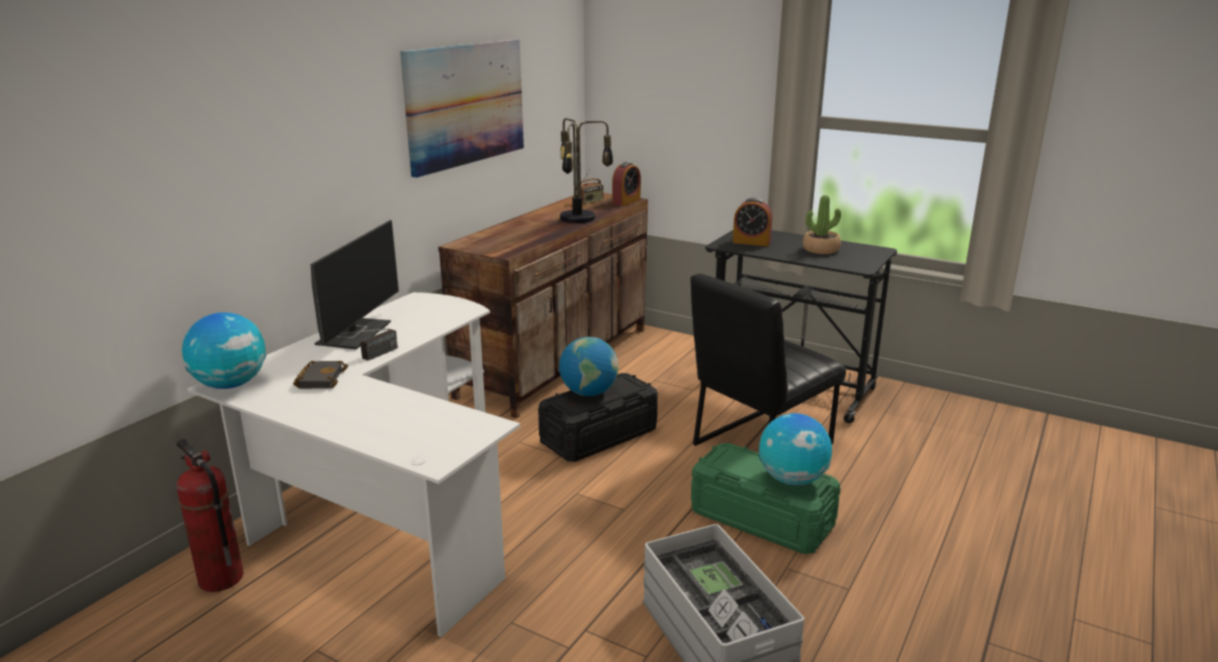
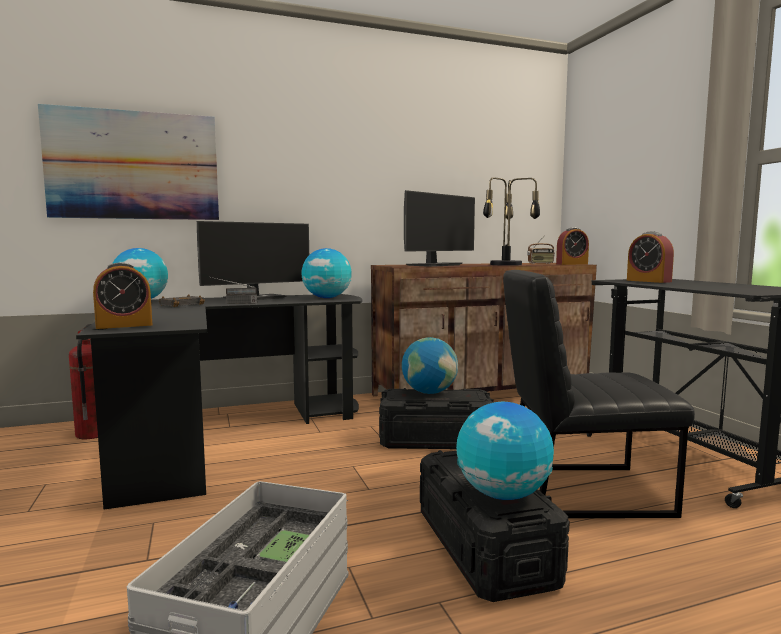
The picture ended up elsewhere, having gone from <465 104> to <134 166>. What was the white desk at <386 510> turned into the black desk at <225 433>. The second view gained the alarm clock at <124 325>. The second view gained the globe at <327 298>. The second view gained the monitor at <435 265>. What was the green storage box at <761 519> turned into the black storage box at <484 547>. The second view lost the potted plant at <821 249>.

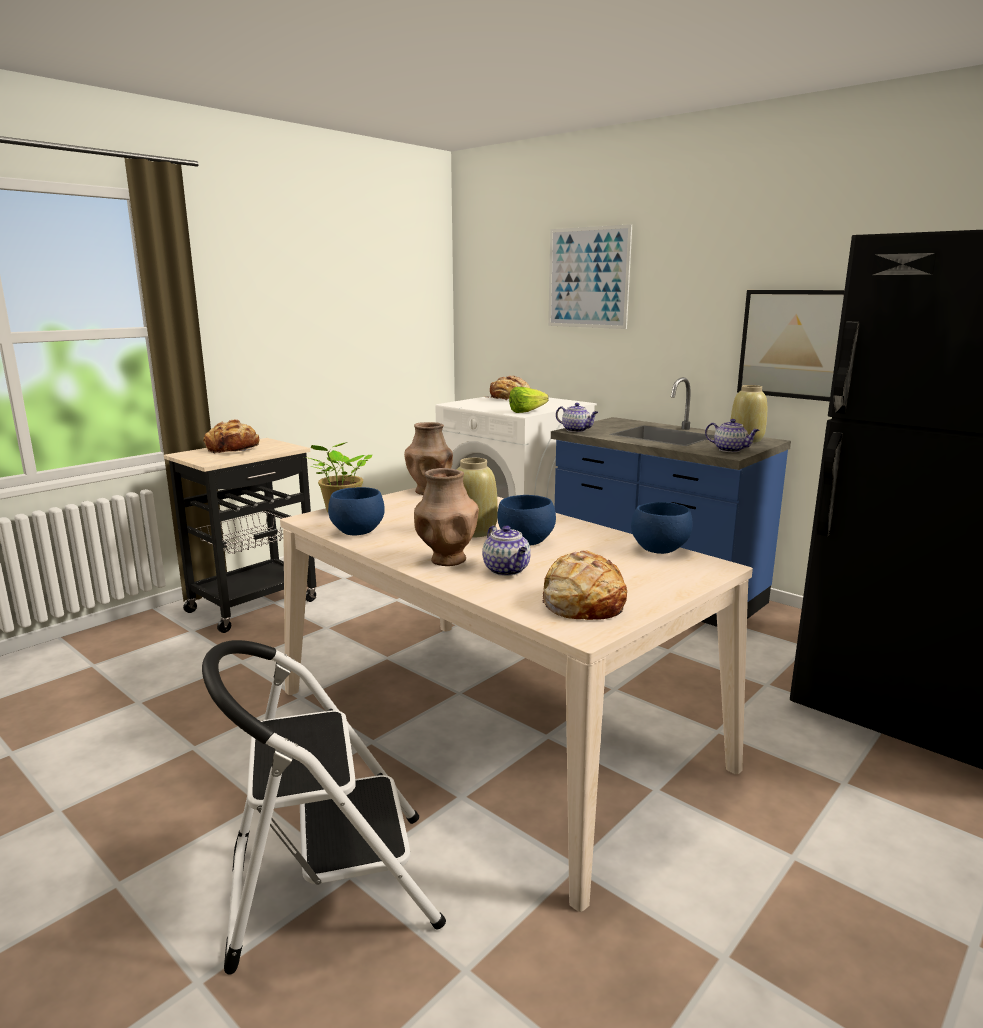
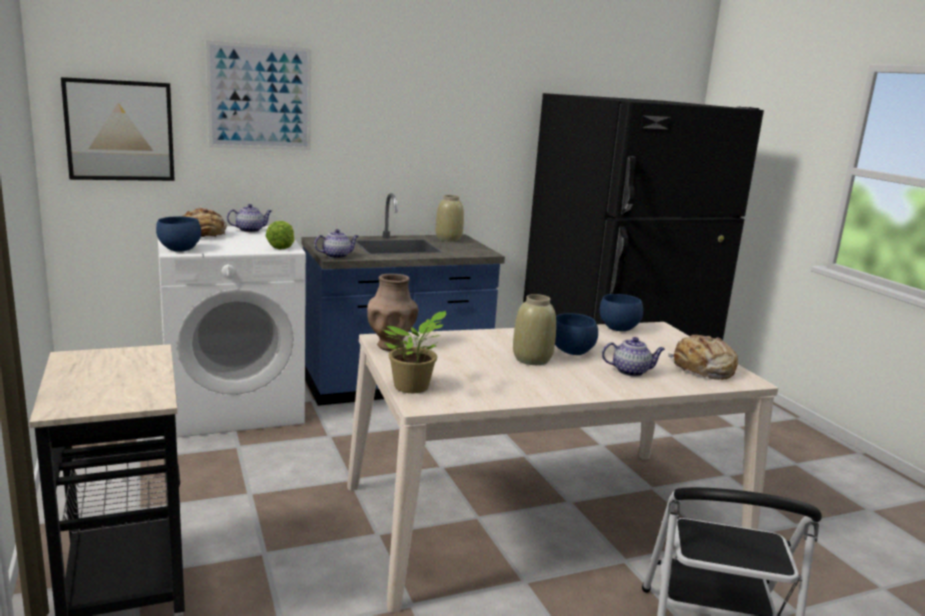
The picture ended up elsewhere, having gone from <794 344> to <120 130>. The blue bowl ended up elsewhere, having gone from <356 532> to <179 250>. The teapot ended up elsewhere, having gone from <730 450> to <250 230>. The second view lost the bread at <233 449>. The second view lost the brown vase at <447 560>.

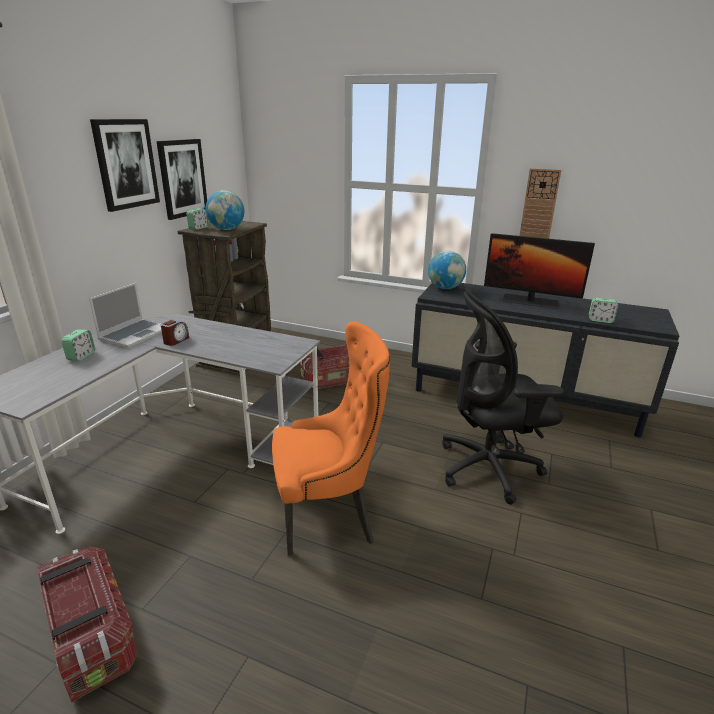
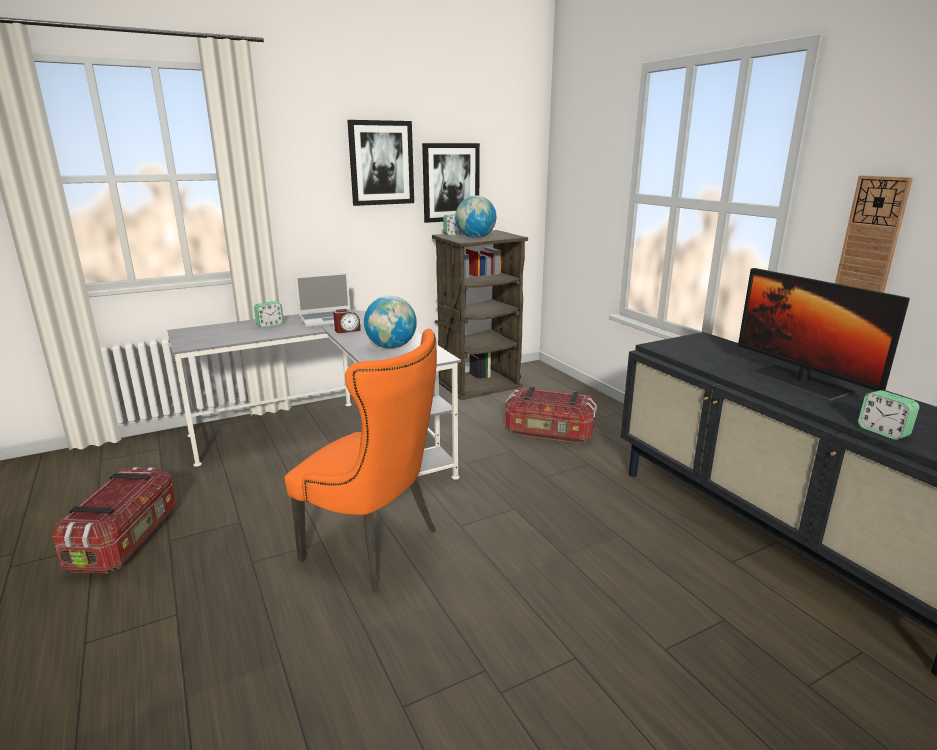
The globe ended up elsewhere, having gone from <445 288> to <391 347>. The second view lost the black office chair at <493 466>.

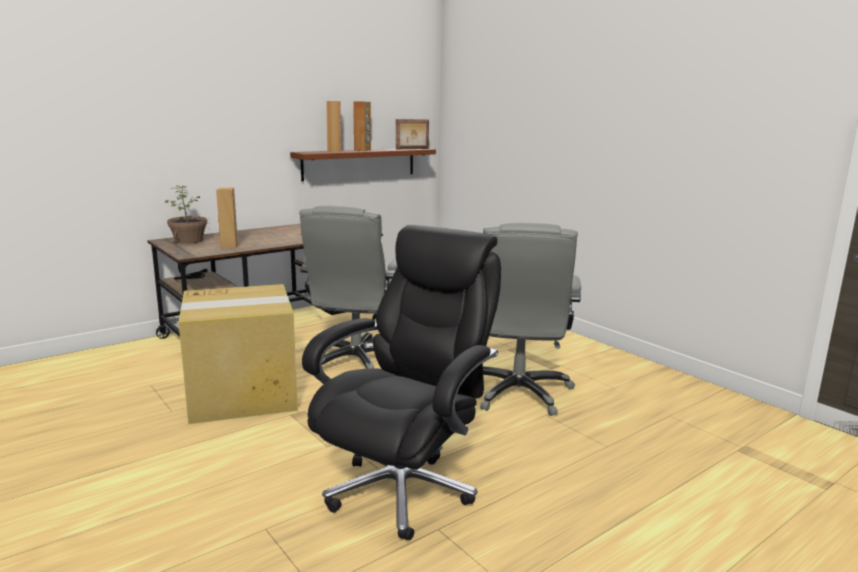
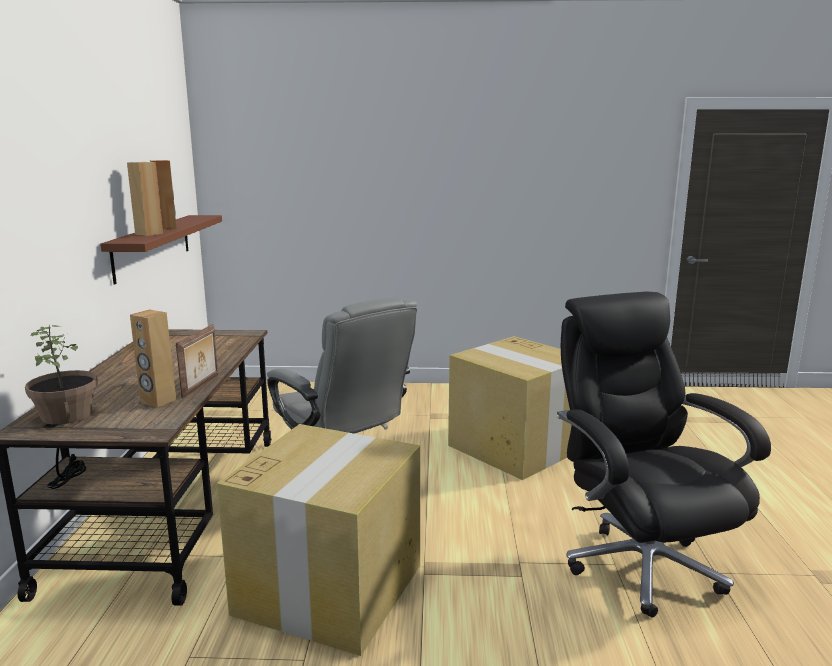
The picture frame ended up elsewhere, having gone from <412 149> to <201 386>. Where the grey office chair stood at <518 391>, the cardboard box came to stand at <517 447>.

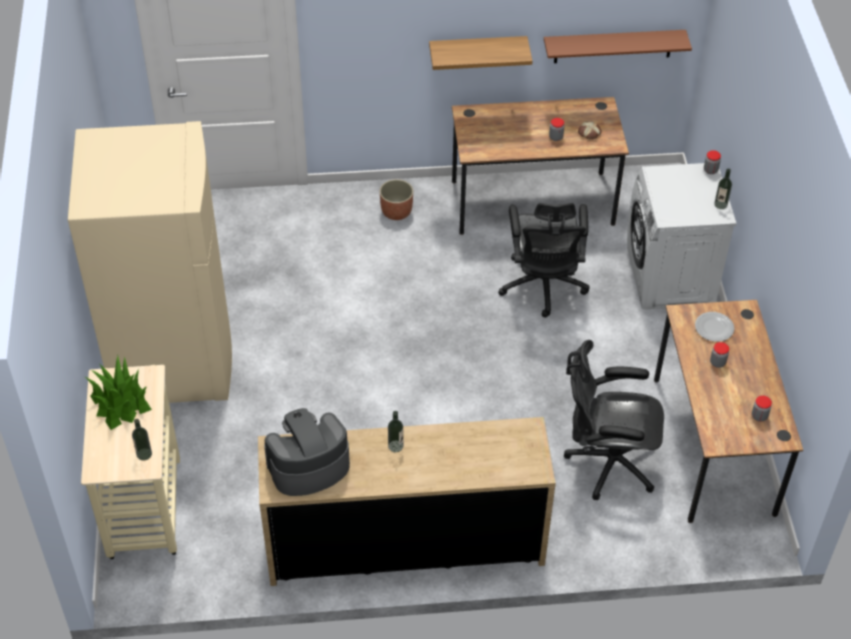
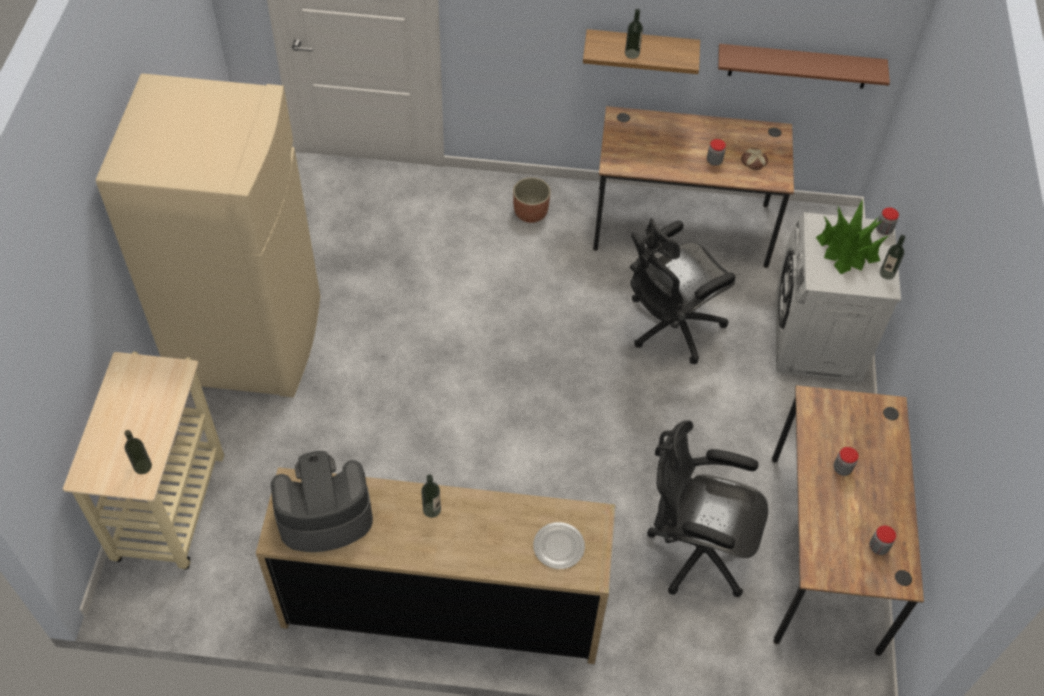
The plate ended up elsewhere, having gone from <714 328> to <559 547>. The second view gained the bottle at <632 53>. The office chair at <543 288> ended up facing another way, 45 degrees clockwise from before. The potted plant ended up elsewhere, having gone from <120 403> to <847 249>.

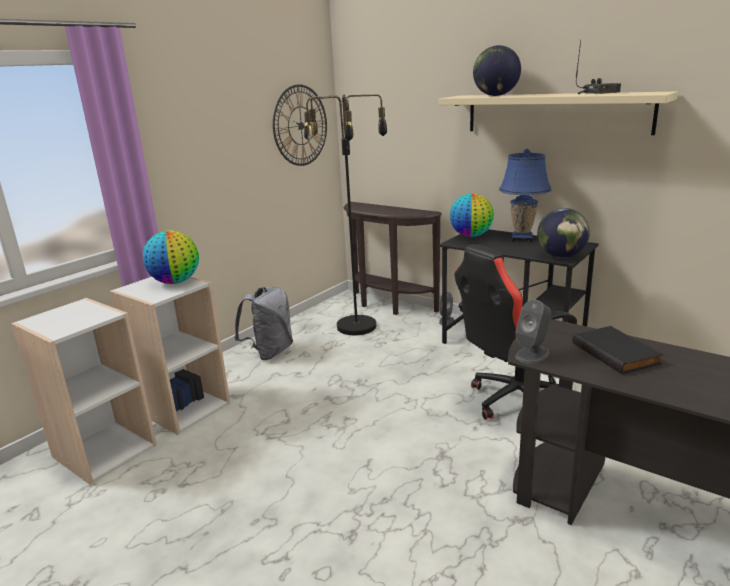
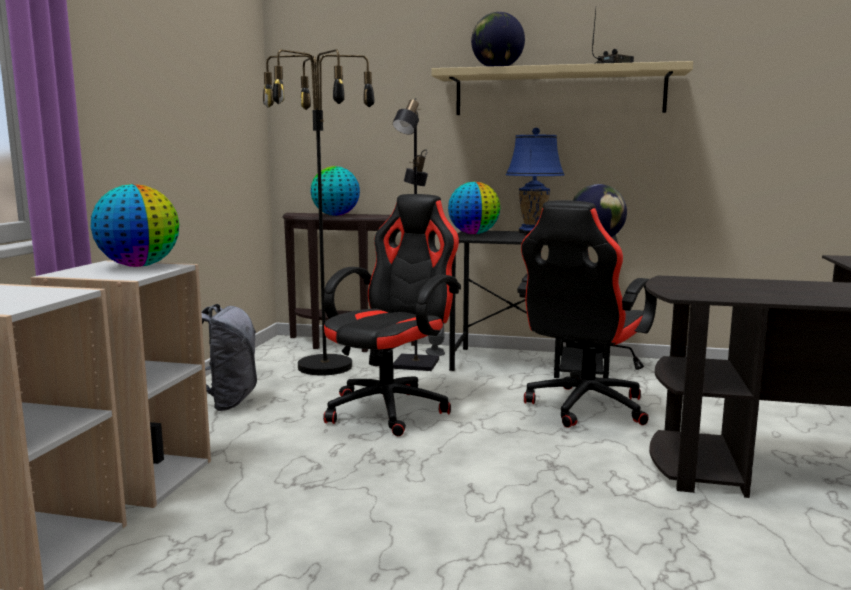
The second view gained the globe at <335 215>. The second view gained the black office chair at <392 408>. The second view gained the black floor lamp at <416 364>. The second view lost the wall clock at <300 125>. The second view lost the grey speaker at <532 354>. The second view lost the black book at <617 353>.

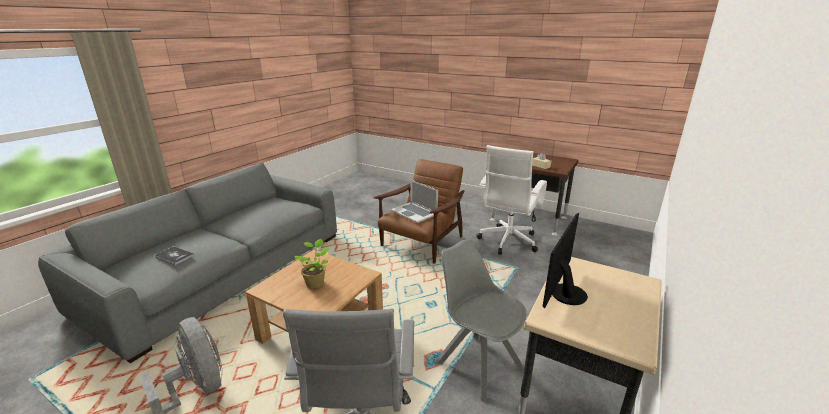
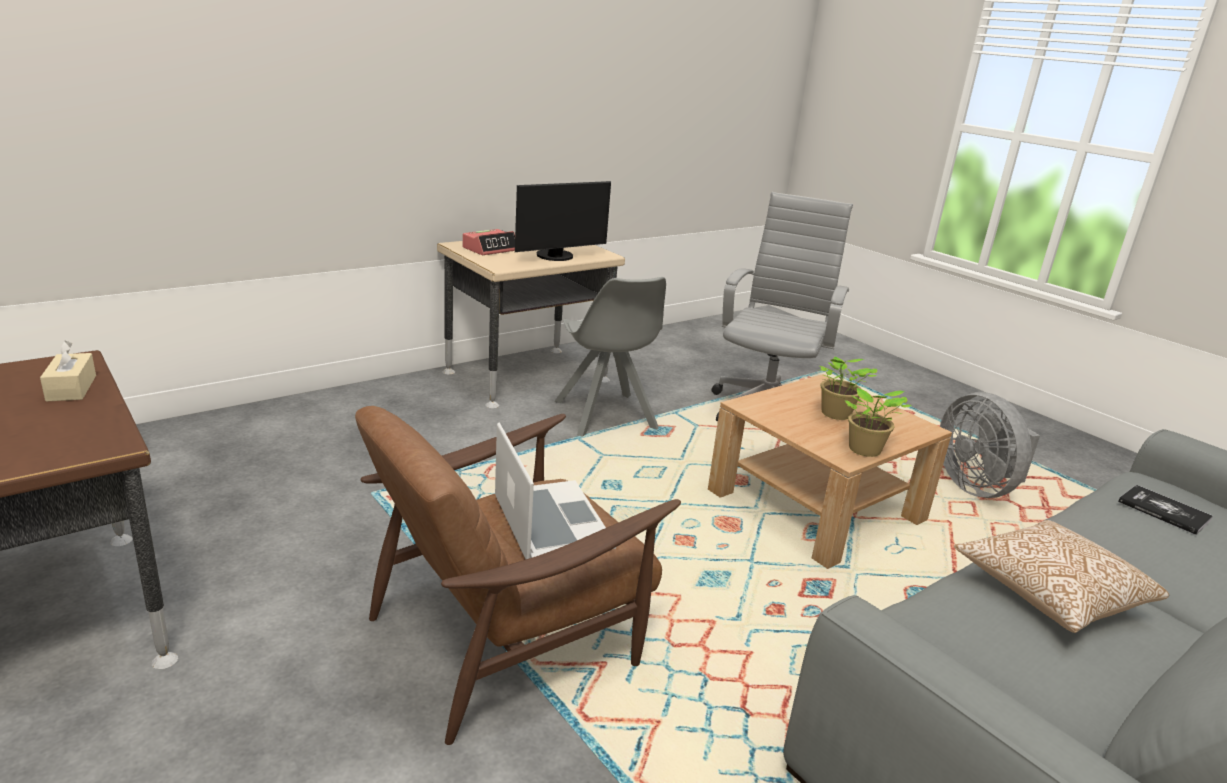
The second view gained the alarm clock at <490 249>. The second view gained the potted plant at <864 451>. The second view gained the pillow at <1050 594>. The second view lost the white office chair at <507 242>.

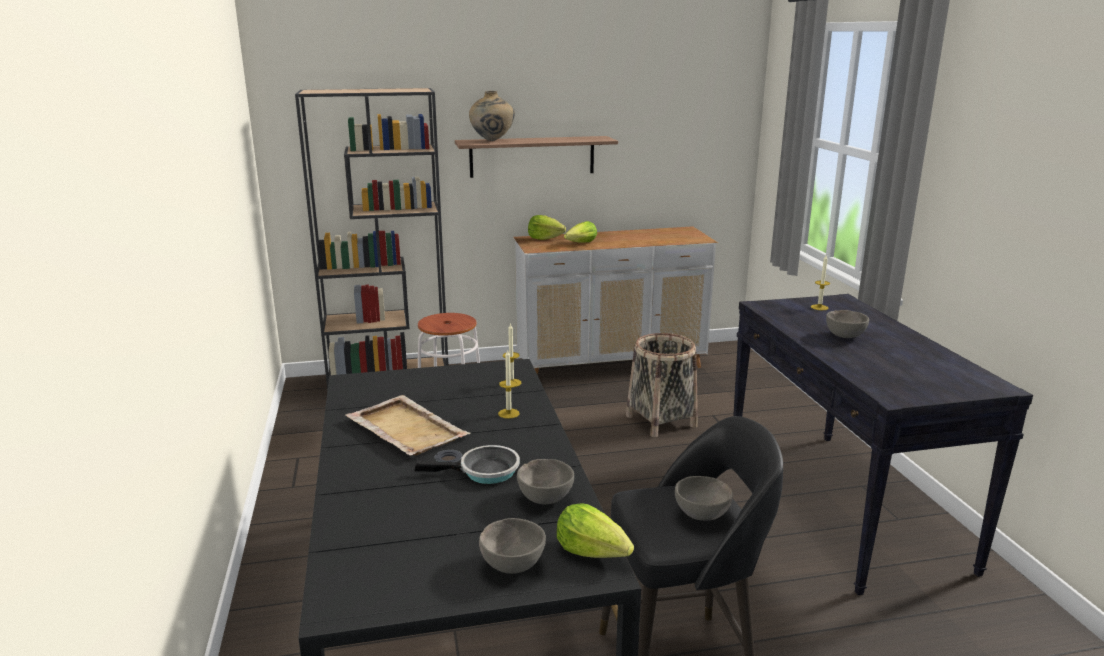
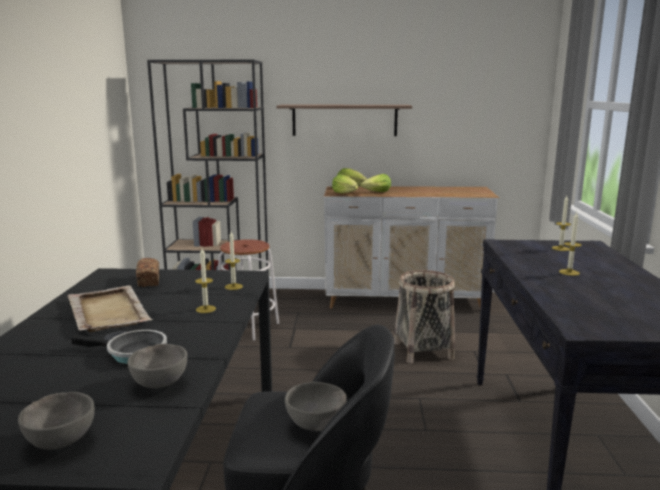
The second view gained the bread at <149 281>. The lettuce ended up elsewhere, having gone from <593 551> to <345 193>. Where the grey bowl stood at <845 336>, the candle came to stand at <569 272>. The second view lost the beige vase at <492 141>.

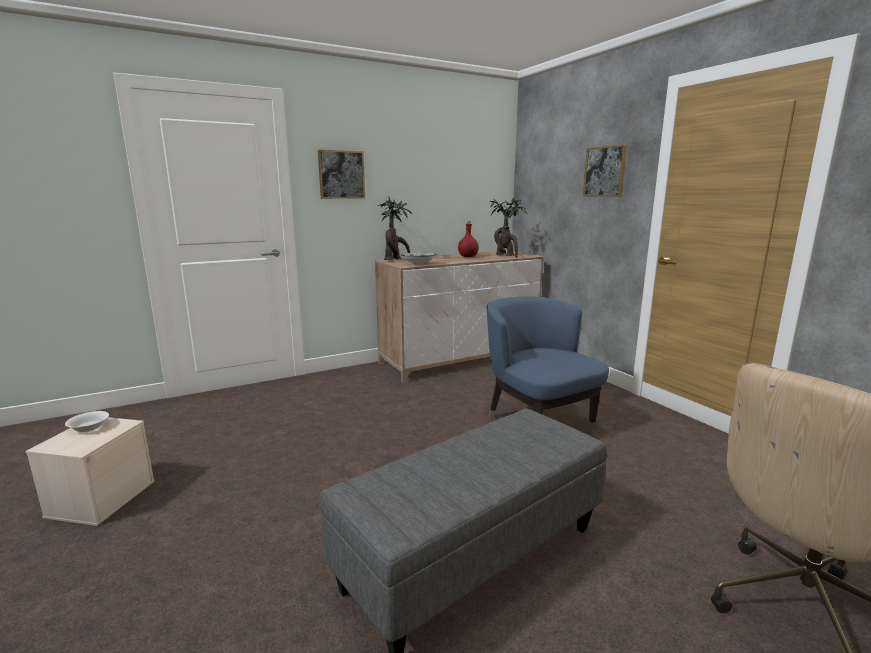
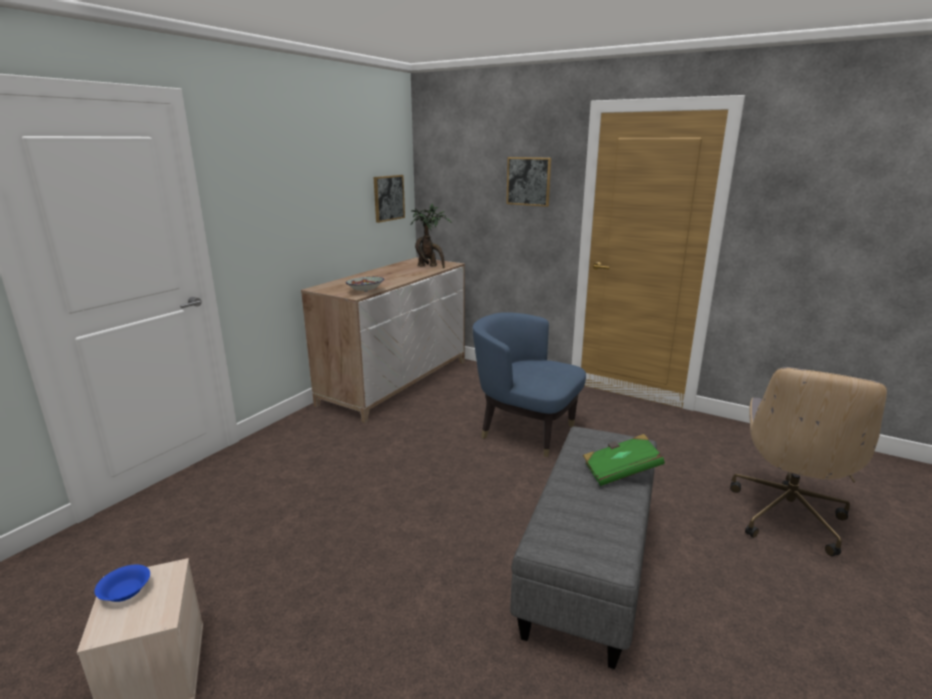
What was the white bowl at <88 428> turned into the blue bowl at <125 592>. The picture ended up elsewhere, having gone from <341 174> to <388 198>. The second view gained the green book at <620 472>. The second view lost the potted plant at <395 259>. The second view lost the red bottle at <468 256>.

